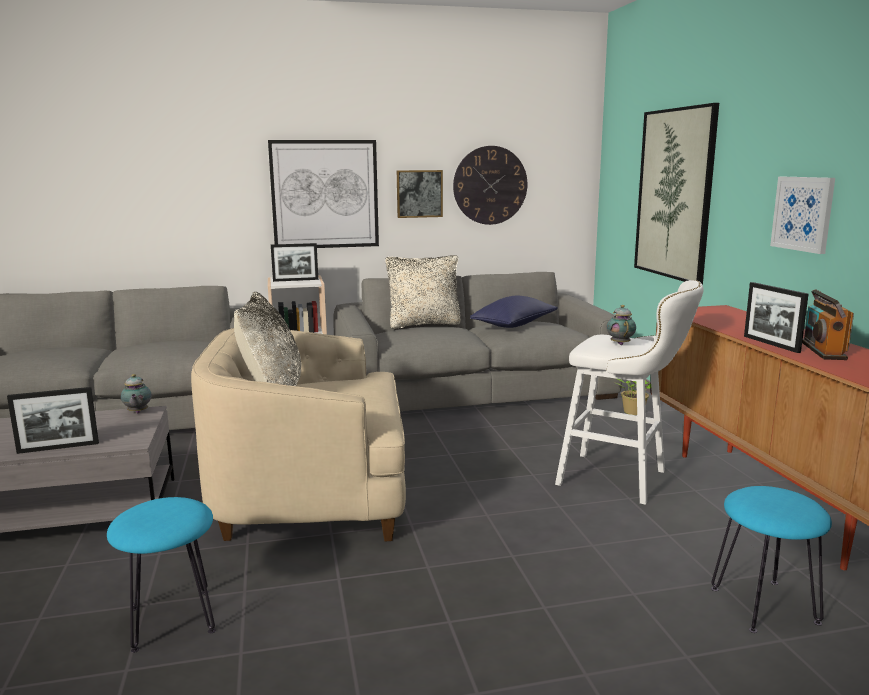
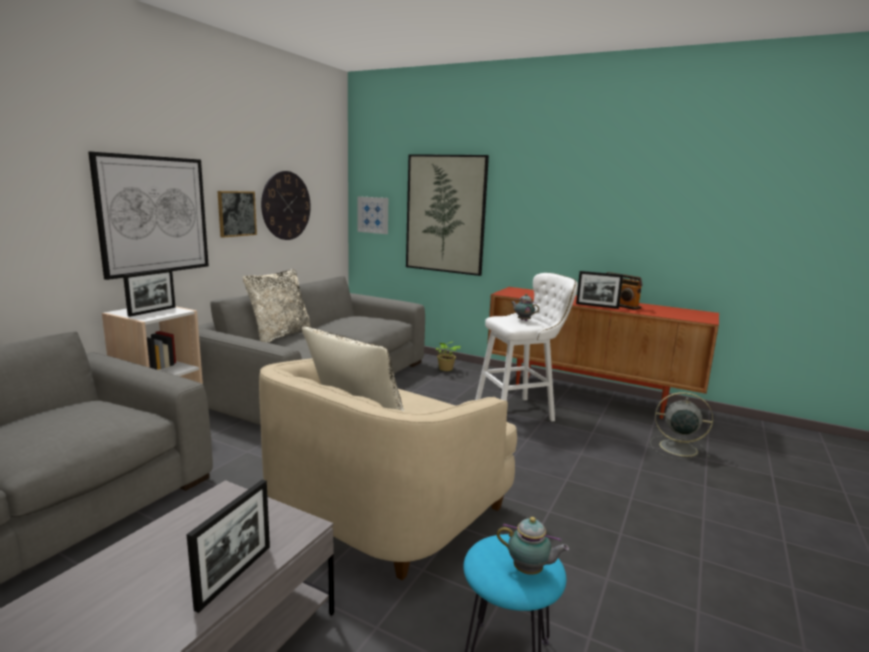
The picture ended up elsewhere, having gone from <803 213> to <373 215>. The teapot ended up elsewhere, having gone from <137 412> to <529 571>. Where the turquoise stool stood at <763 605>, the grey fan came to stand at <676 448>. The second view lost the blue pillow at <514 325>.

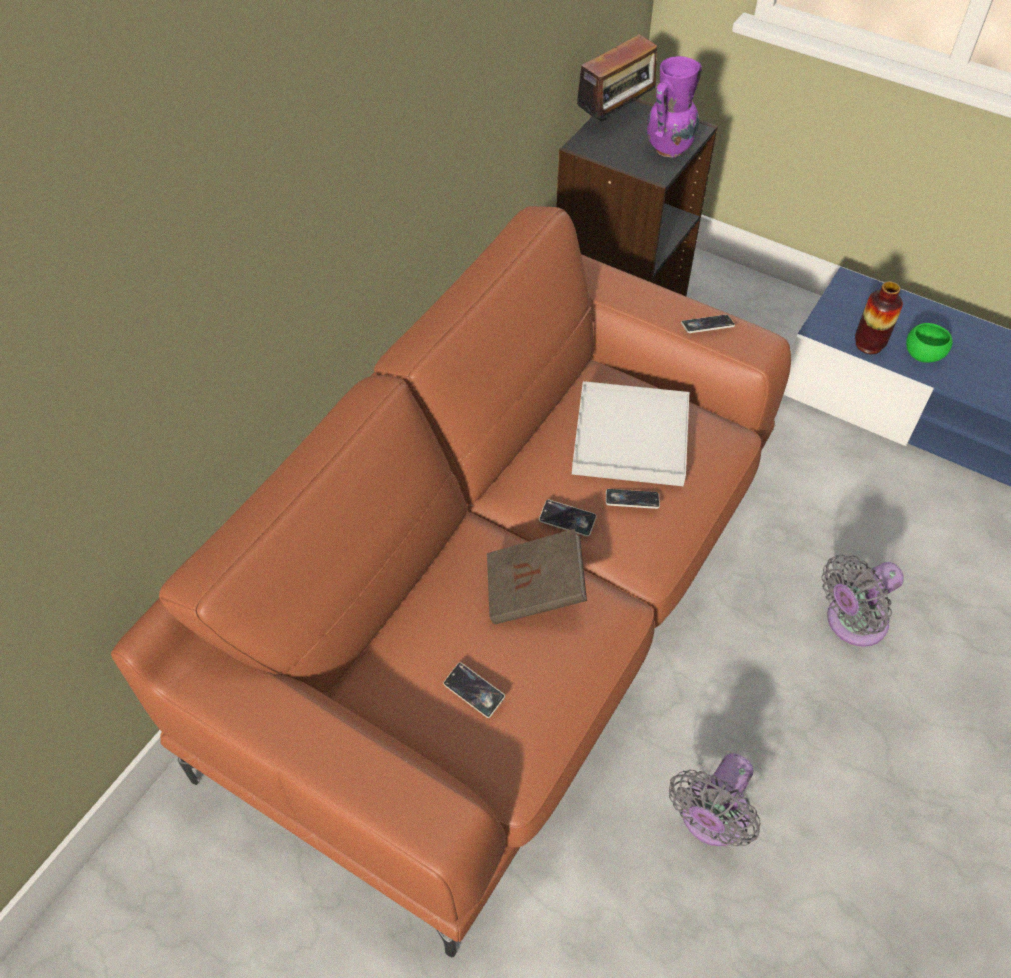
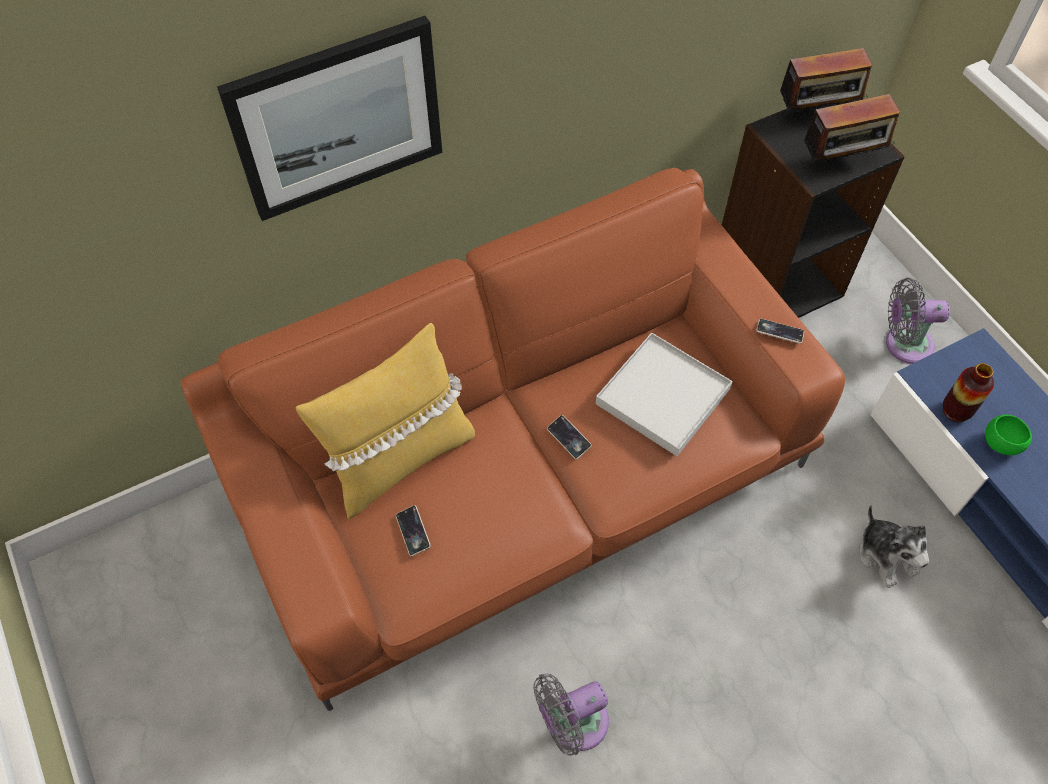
The second view gained the picture at <338 119>. The second view gained the yellow pillow at <399 459>. Where the purple vase stood at <668 150>, the radio came to stand at <841 162>. The second view gained the plush toy at <886 555>. The grey fan ended up elsewhere, having gone from <851 623> to <903 344>. The second view lost the brown book at <534 591>. The second view lost the phone at <632 501>.

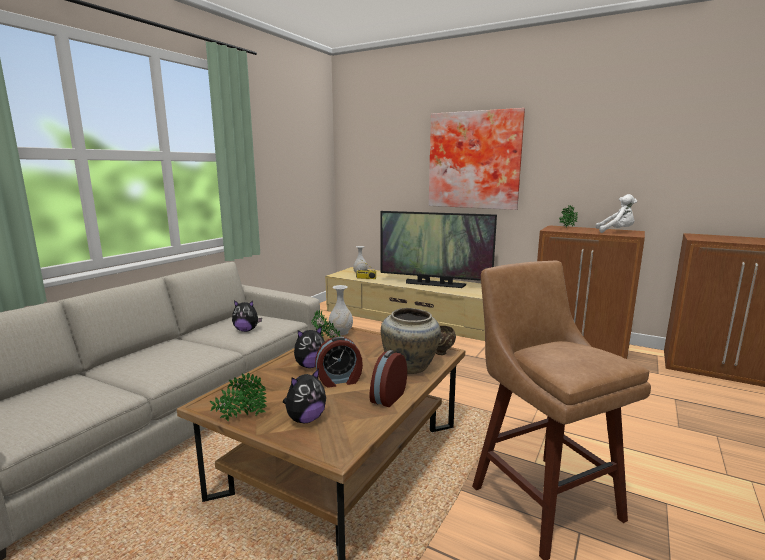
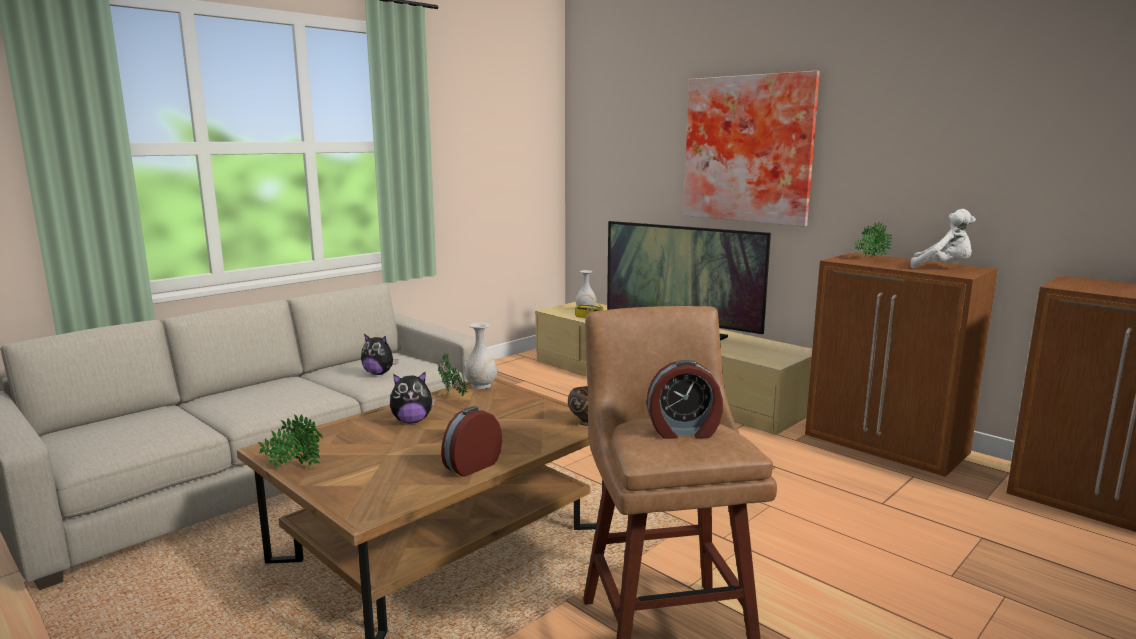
The alarm clock ended up elsewhere, having gone from <339 381> to <683 431>. The second view lost the plush toy at <305 419>. The second view lost the beige vase at <409 367>.

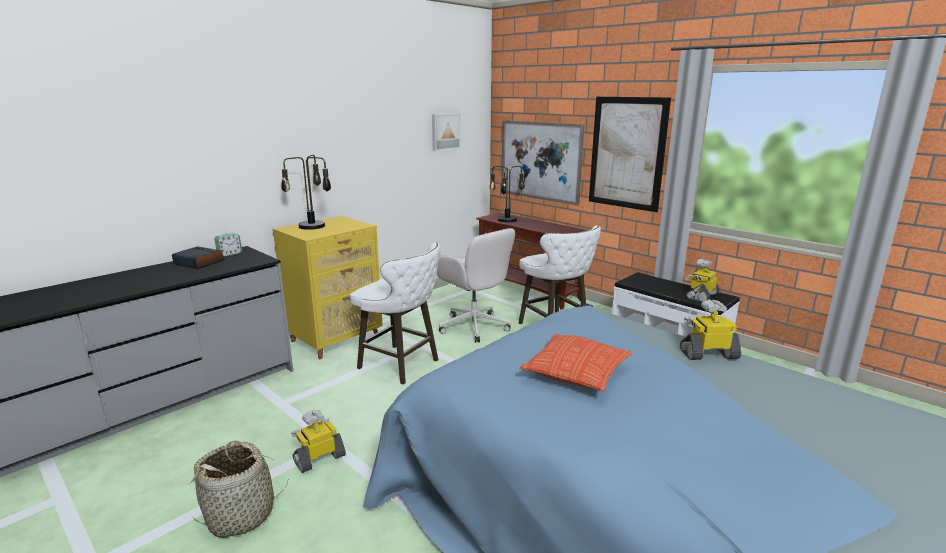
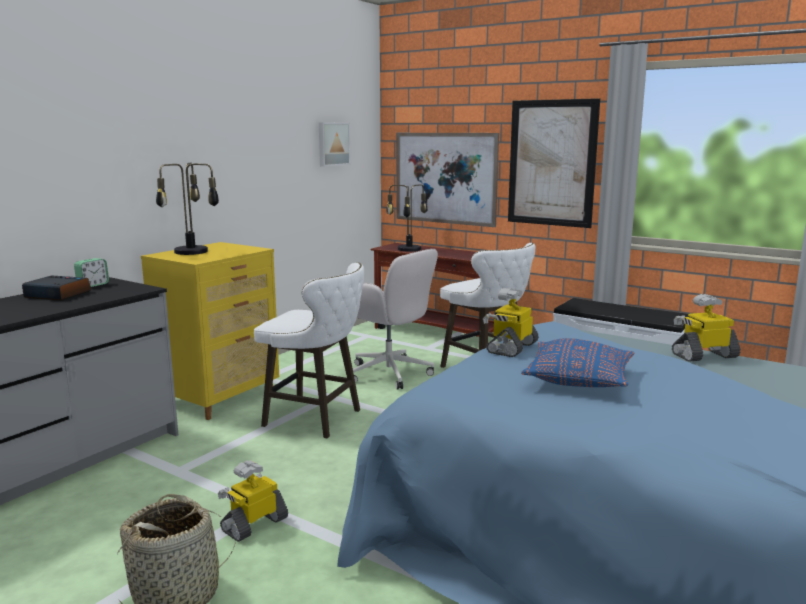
The toy robot ended up elsewhere, having gone from <701 296> to <511 348>. What was the orange pillow at <575 374> turned into the blue pillow at <578 380>.

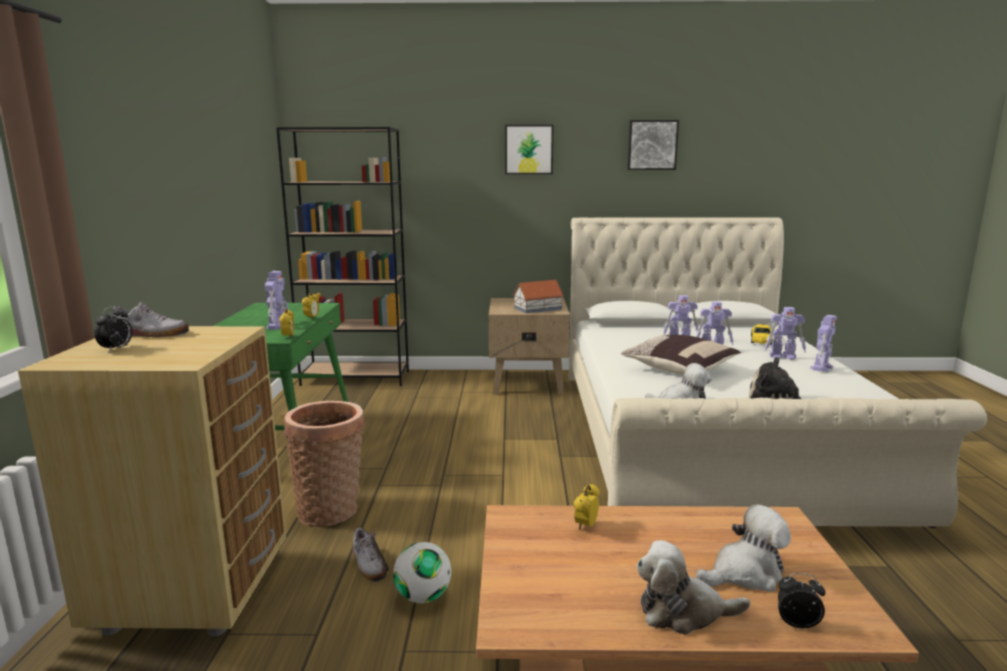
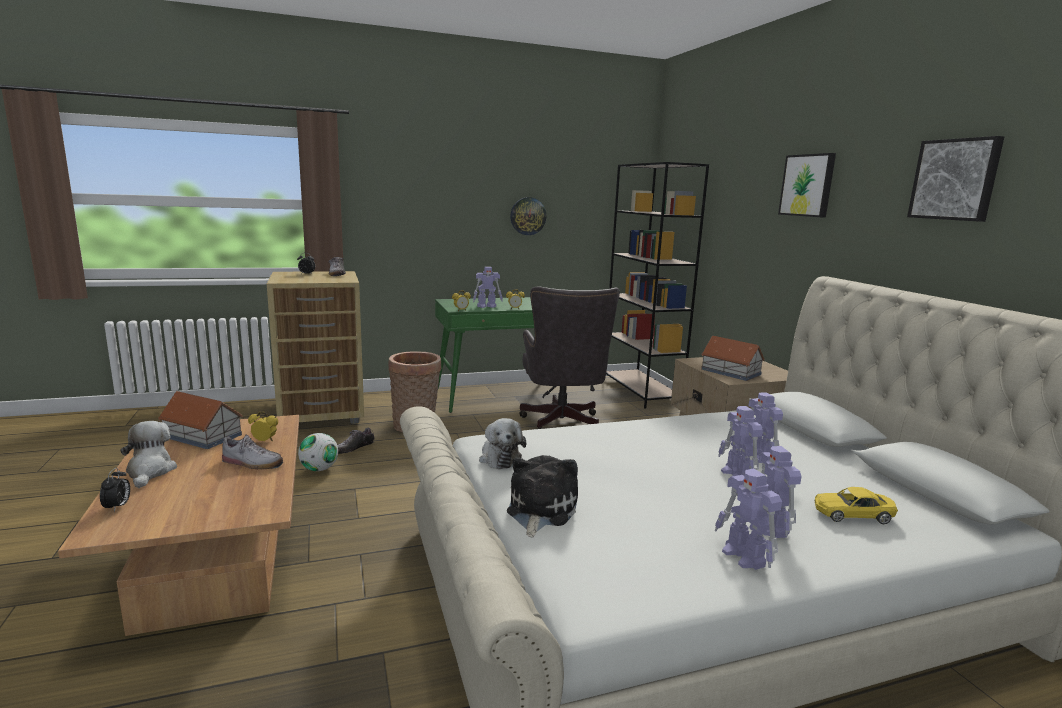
The second view gained the toy house at <202 435>. The second view gained the shoe at <252 463>. The second view gained the wall clock at <528 216>. The second view gained the grey office chair at <562 424>. The toy robot at <821 367> ended up facing another way, 45 degrees clockwise from before. The second view lost the pillow at <679 369>. The second view lost the plush toy at <745 573>.

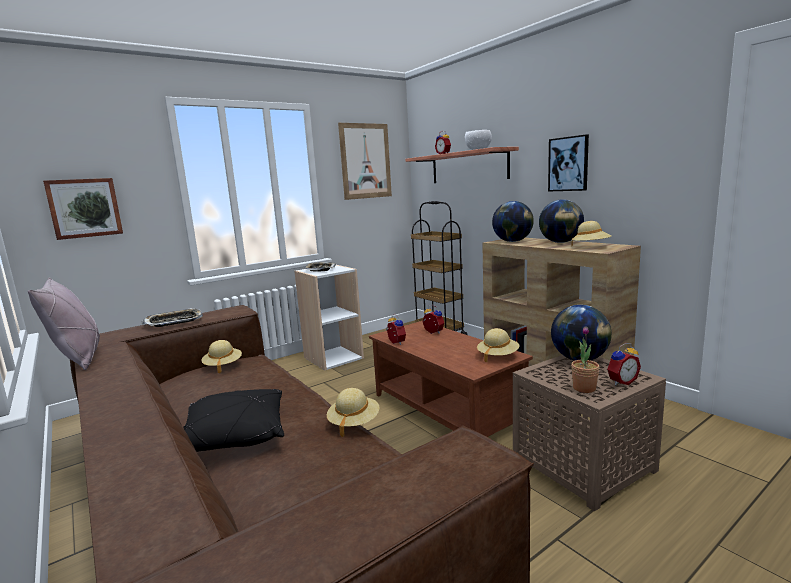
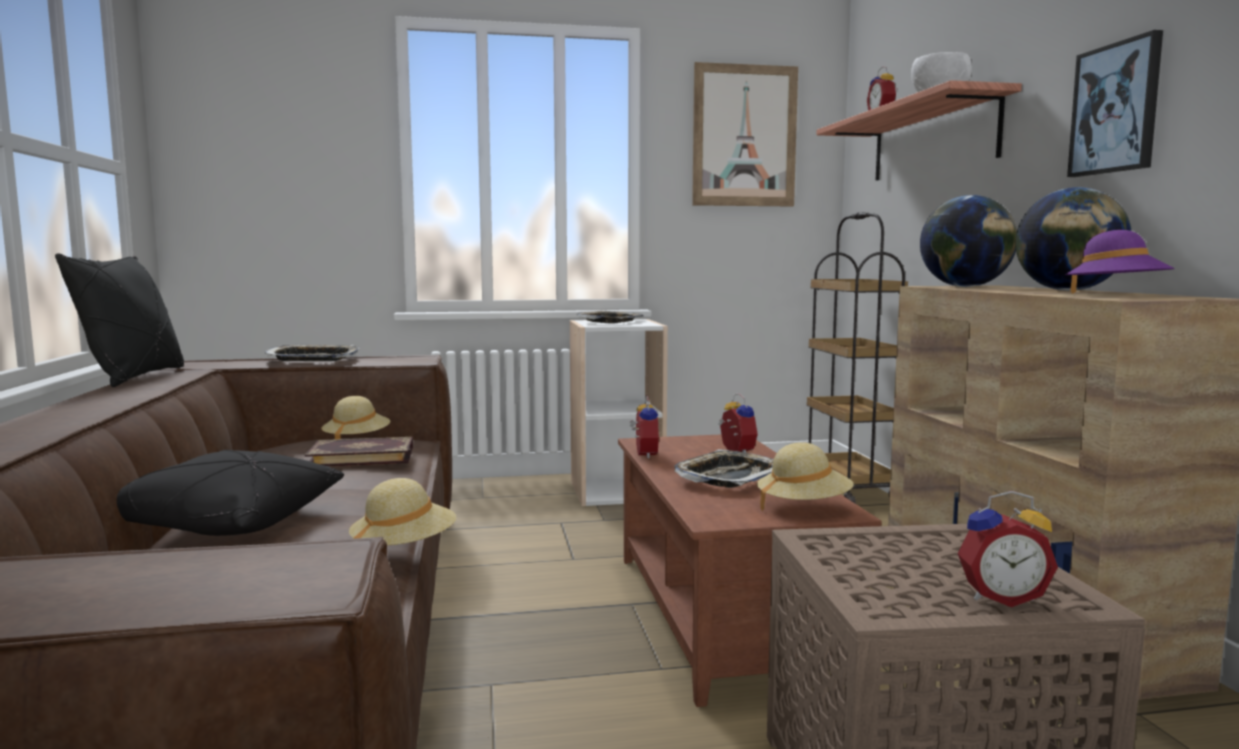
What was the purple pillow at <79 359> turned into the black pillow at <134 377>. The second view gained the book at <362 456>. The second view gained the tray at <729 477>. What was the beige hat at <591 247> turned into the purple hat at <1116 295>. The second view lost the picture at <84 208>. The second view lost the globe at <579 359>. The second view lost the potted plant at <584 388>.

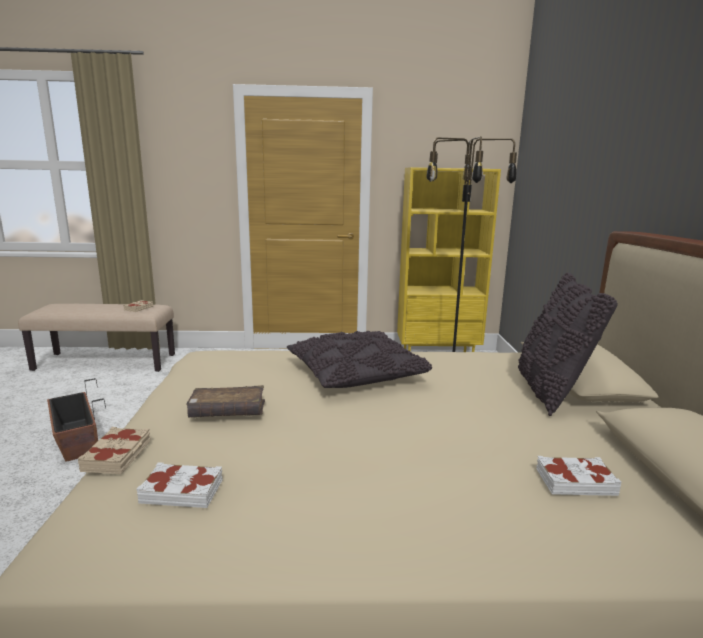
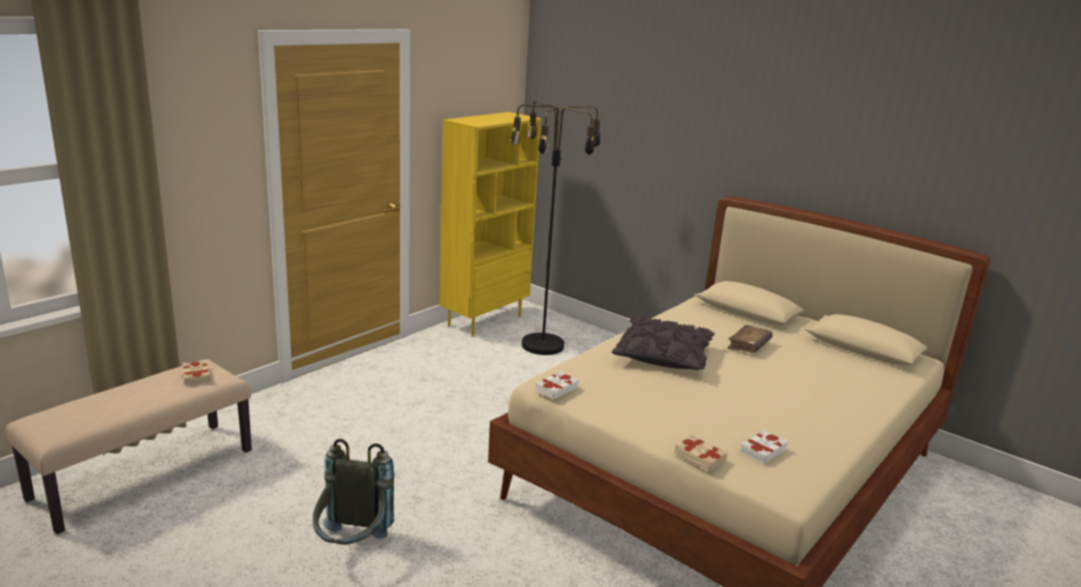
Where the planter stood at <76 440>, the grey backpack came to stand at <352 547>. The white book ended up elsewhere, having gone from <574 481> to <556 388>. The brown book ended up elsewhere, having gone from <227 412> to <749 345>. The second view lost the black pillow at <550 391>.

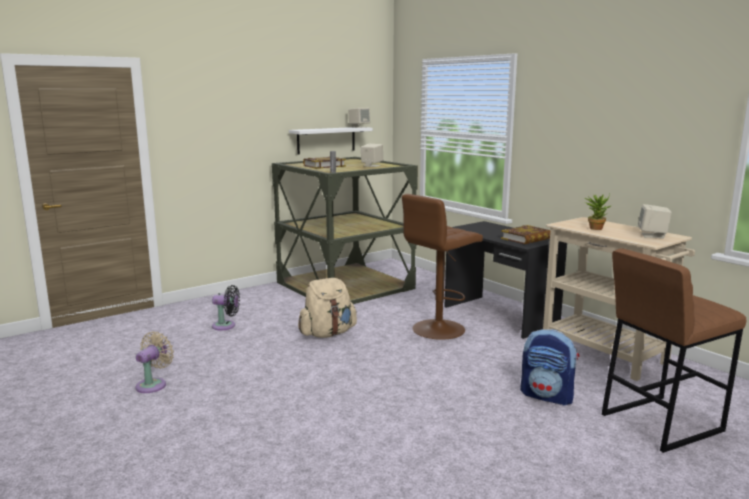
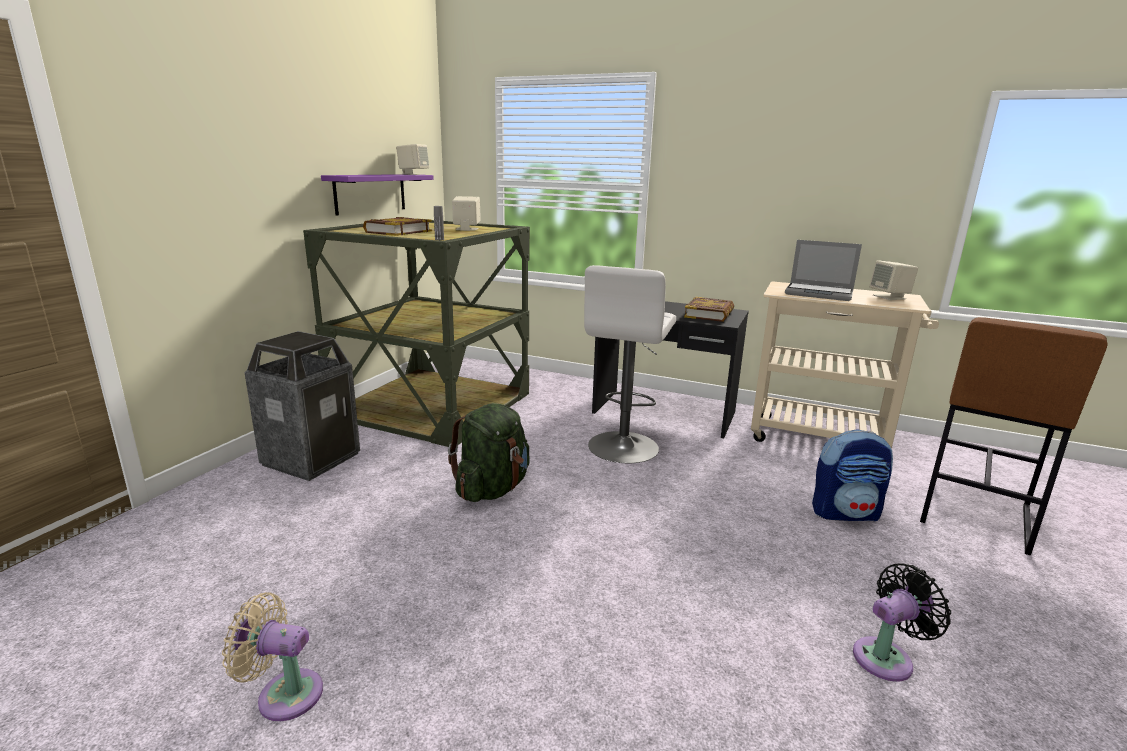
The beige fan at <153 384> ended up facing another way, 75 degrees counterclockwise from before. The second view gained the trash can at <311 459>. What was the white shelf at <326 140> turned into the purple shelf at <370 193>. What was the beige backpack at <327 334> turned into the green backpack at <492 489>. What was the brown stool at <437 329> turned into the white stool at <622 447>. Where the potted plant stood at <595 228>, the laptop came to stand at <820 293>. The black fan ended up elsewhere, having gone from <226 326> to <887 657>.

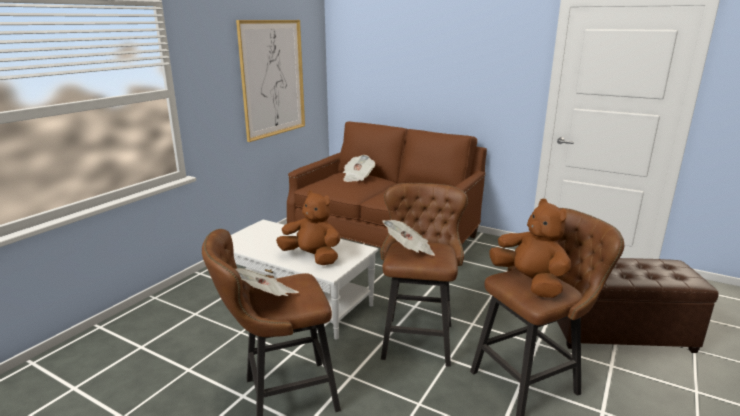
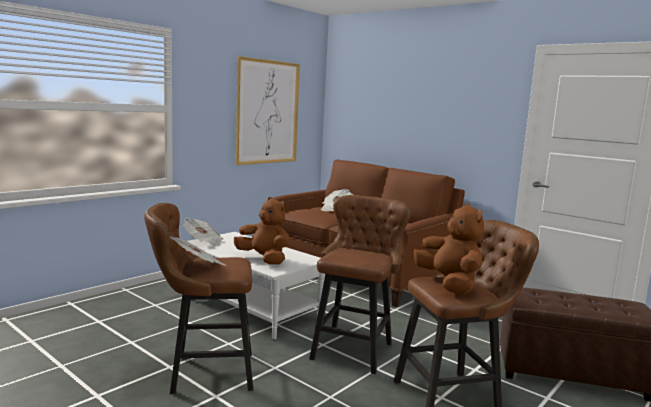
The newspaper ended up elsewhere, having gone from <409 250> to <203 243>.

